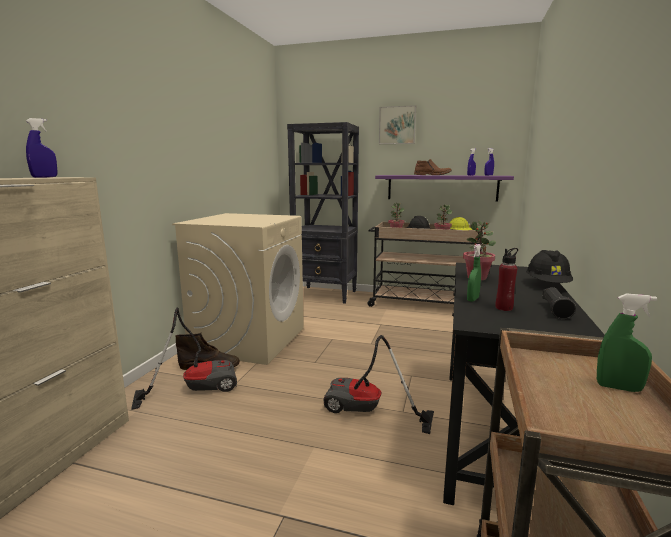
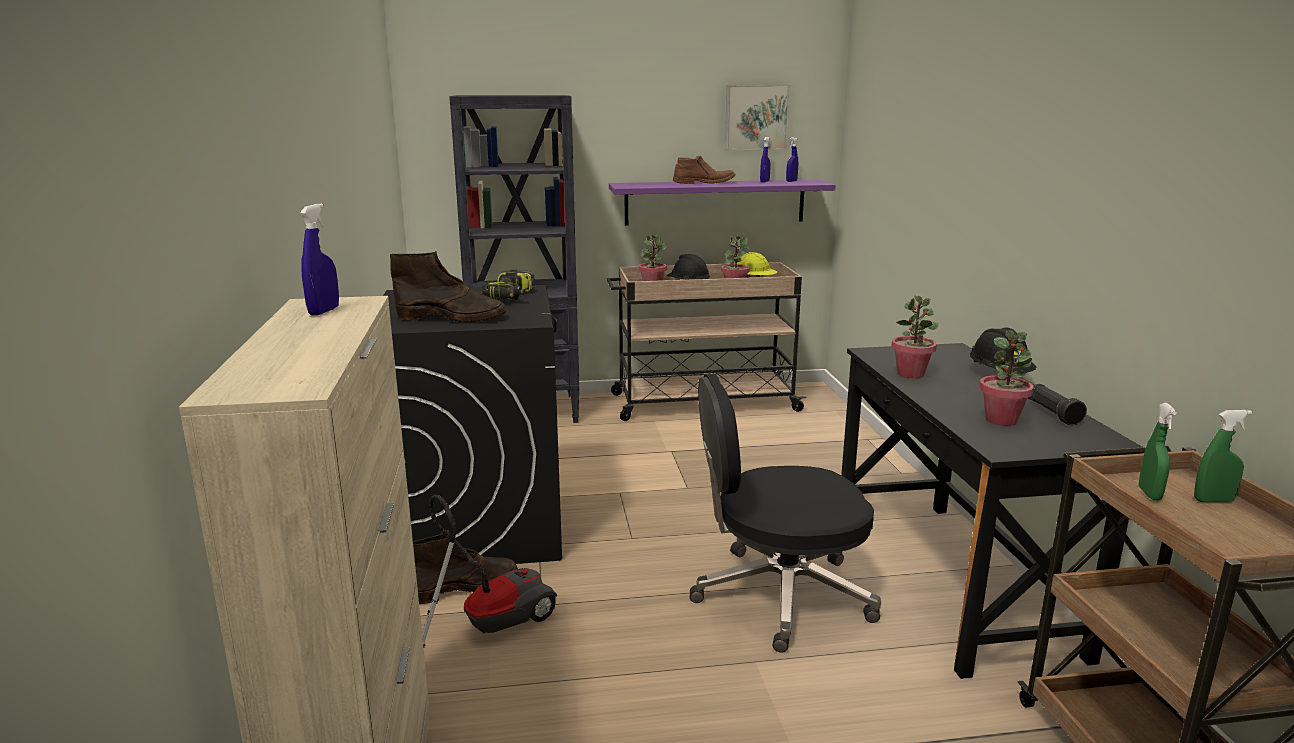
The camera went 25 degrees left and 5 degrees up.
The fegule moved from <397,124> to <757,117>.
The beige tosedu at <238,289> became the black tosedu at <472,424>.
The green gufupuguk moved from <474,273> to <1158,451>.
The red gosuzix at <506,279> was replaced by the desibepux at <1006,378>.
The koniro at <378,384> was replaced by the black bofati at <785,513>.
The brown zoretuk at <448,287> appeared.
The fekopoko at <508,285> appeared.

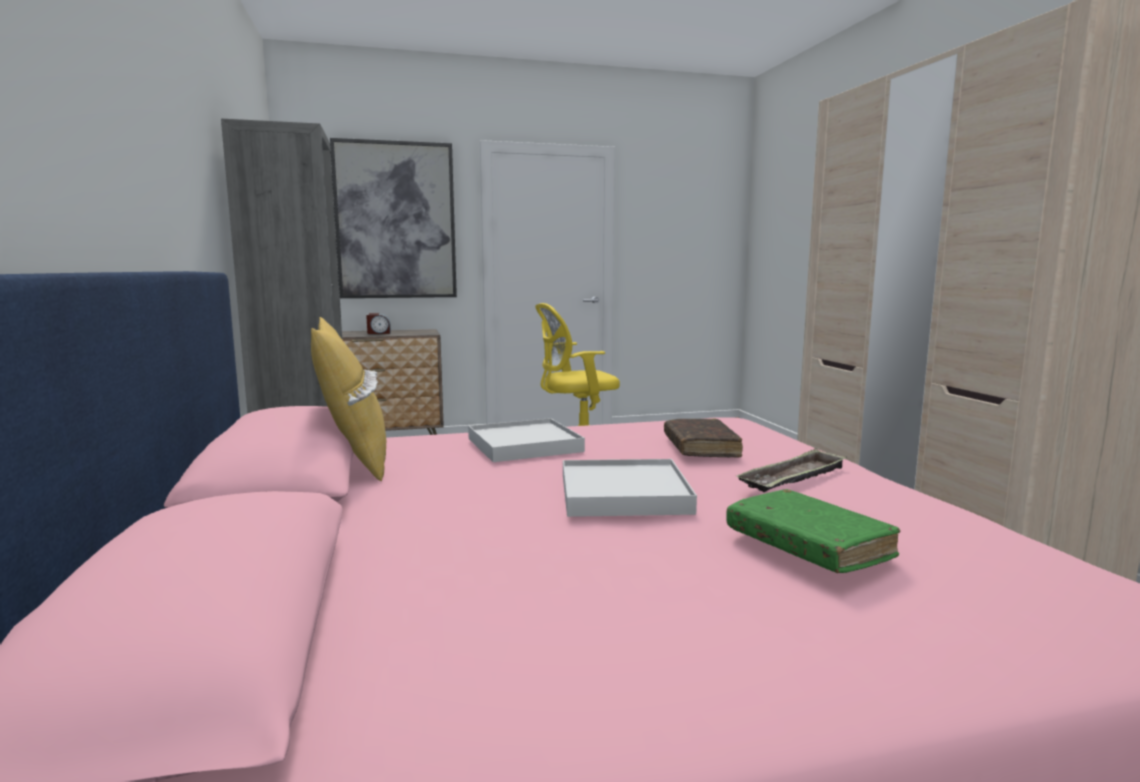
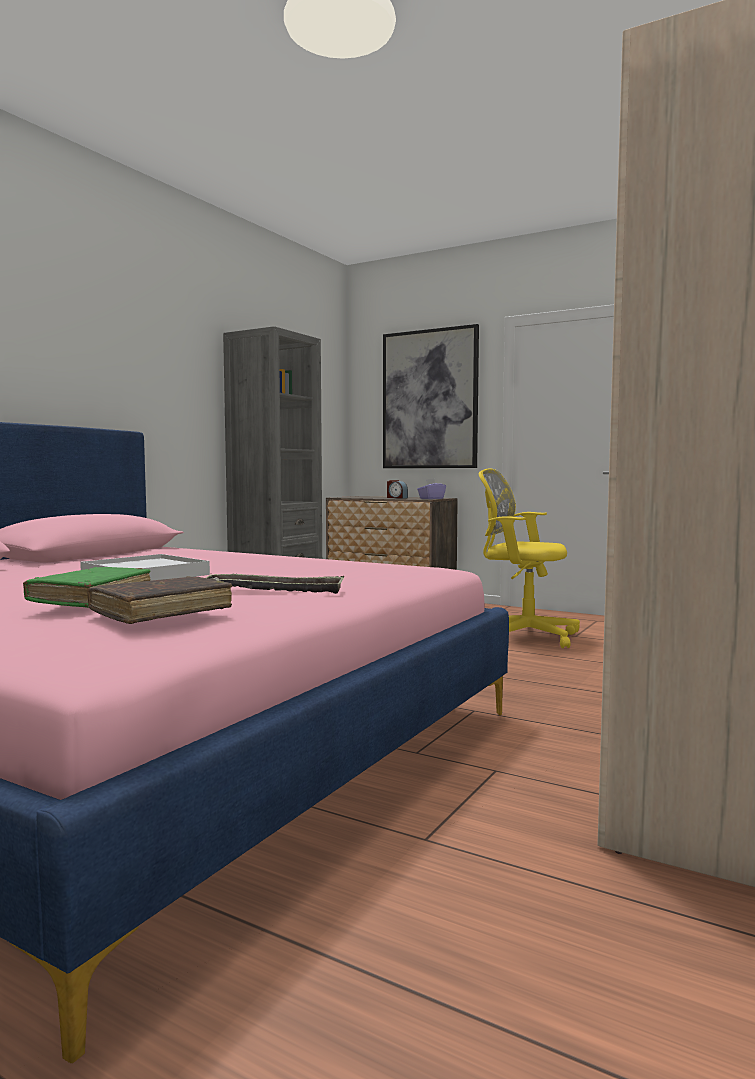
The camera went 45 degrees right and 5 degrees down.
The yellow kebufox at <348,399> disappeared.
The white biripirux at <526,440> disappeared.
The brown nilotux moved from <703,438> to <159,600>.
The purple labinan at <431,489> appeared.

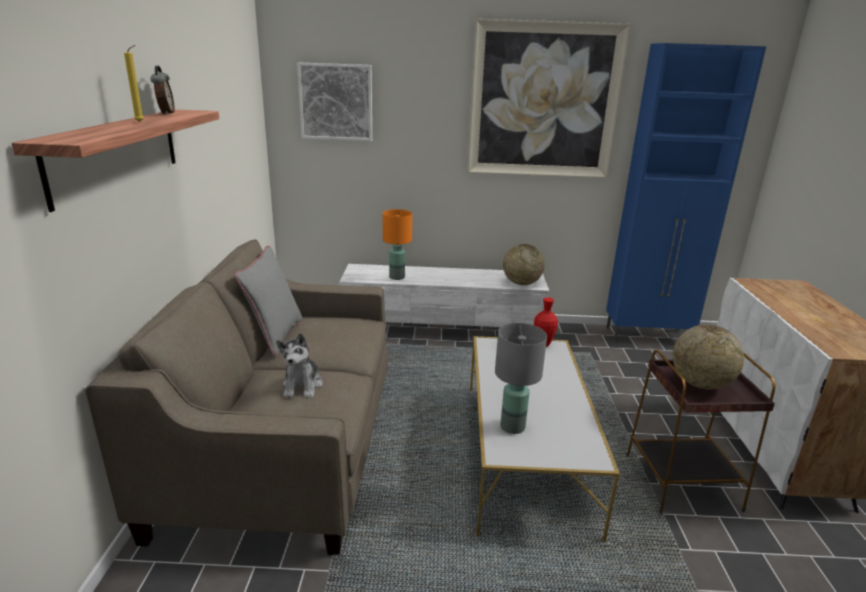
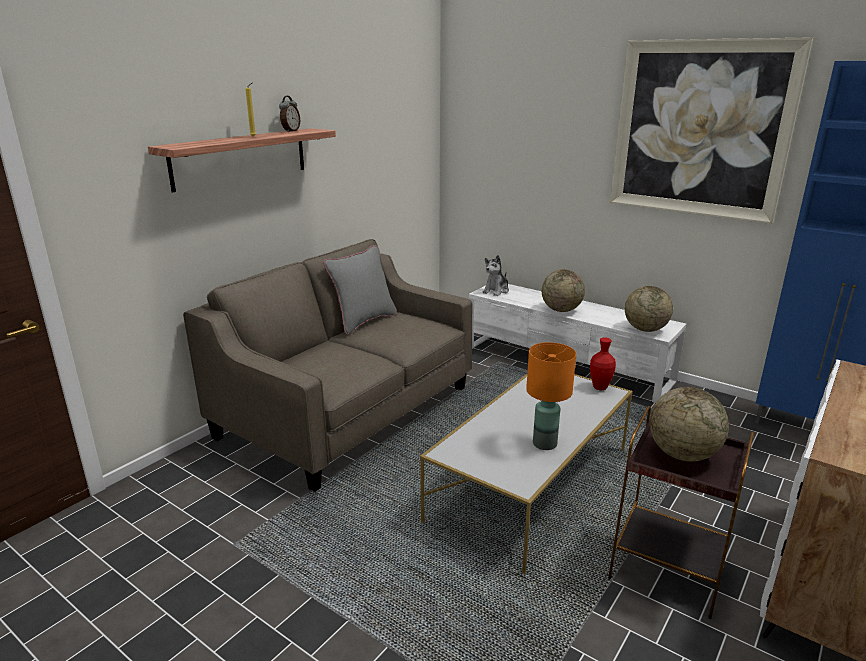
The camera went 35 degrees right and 0 degrees up.
The fegule at <334,102> disappeared.
The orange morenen moved from <397,244> to <551,396>.
The grey morenen at <521,378> disappeared.
The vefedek moved from <299,365> to <496,275>.
The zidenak at <563,290> appeared.

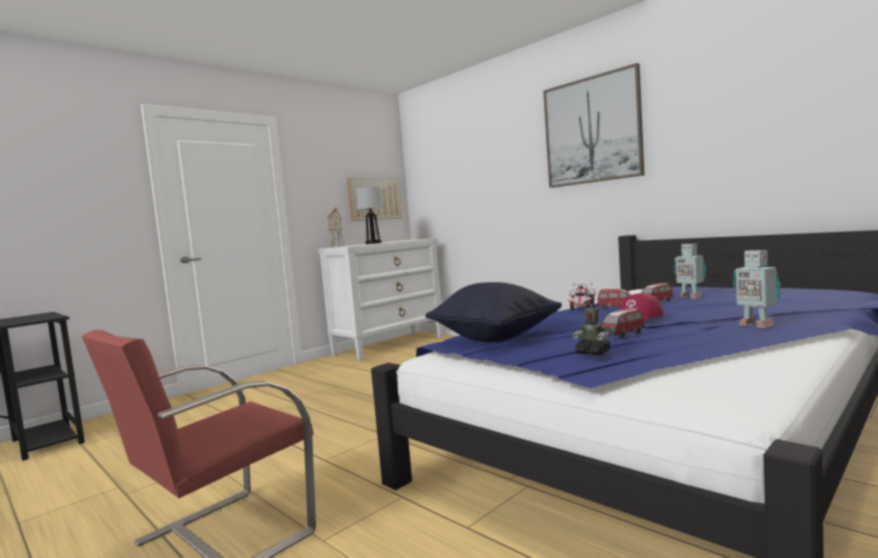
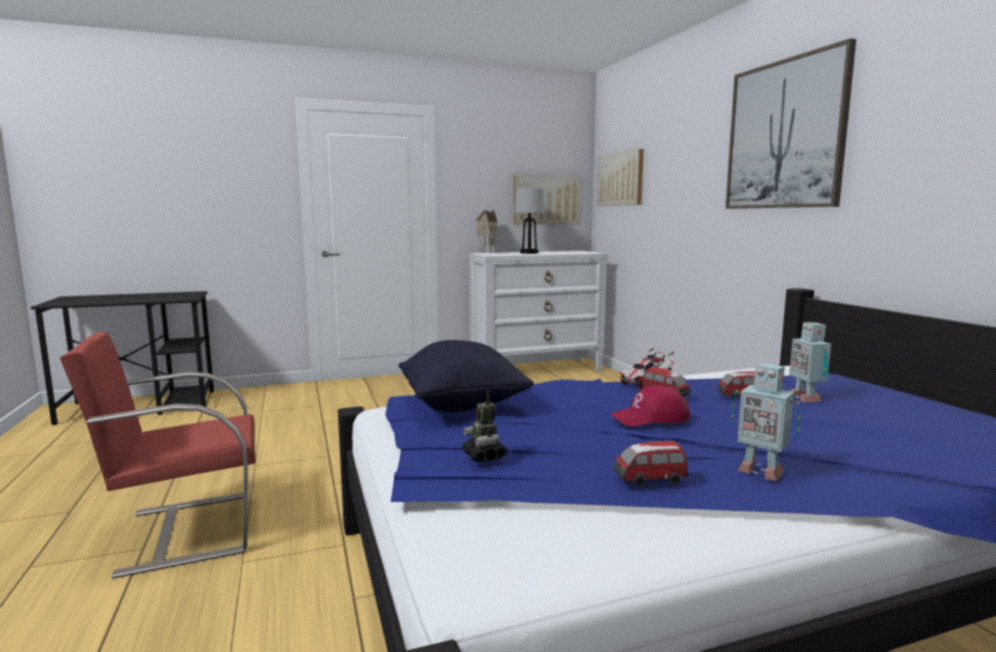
The camera went 25 degrees right and 5 degrees up.
The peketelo at <757,289> turned 45 degrees counterclockwise.
The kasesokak moved from <623,323> to <651,464>.
The fegule at <621,177> appeared.

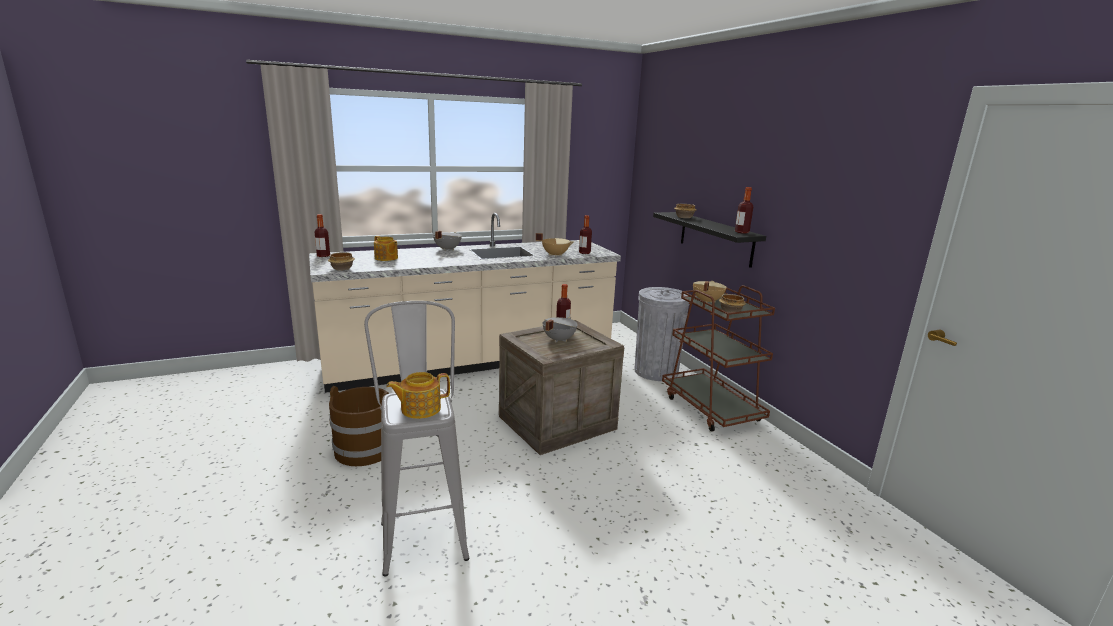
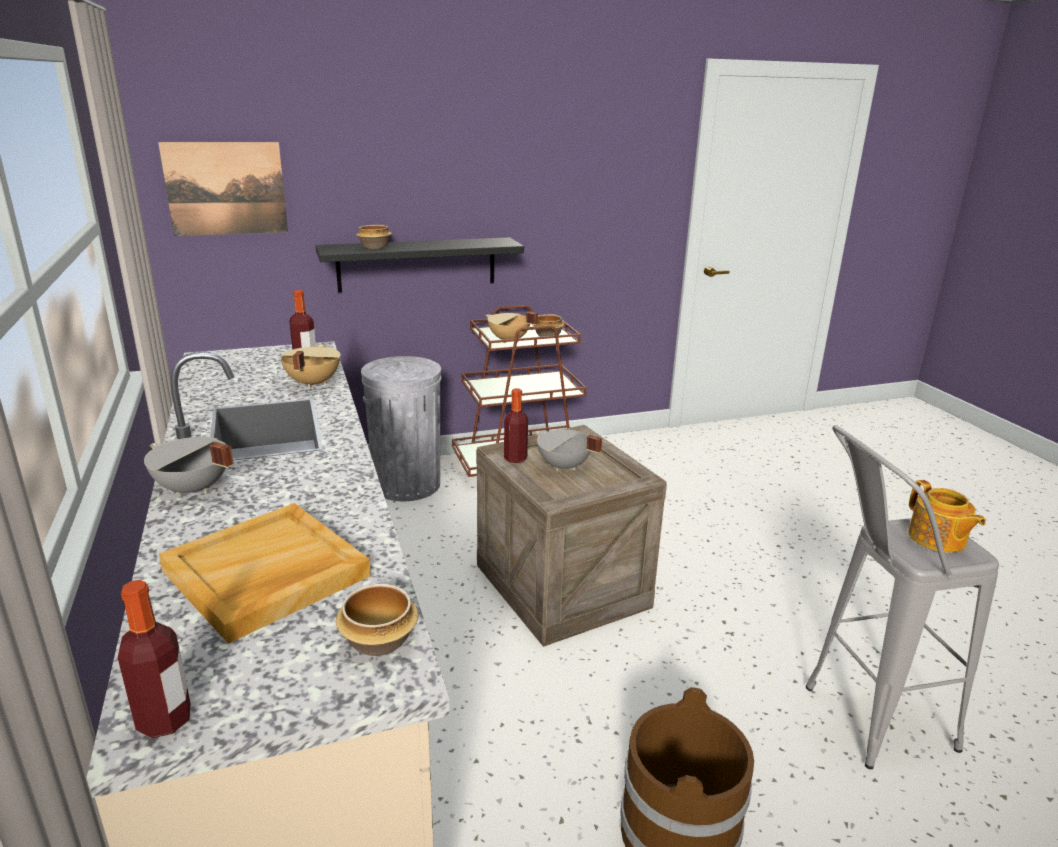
The camera went 85 degrees left and 5 degrees up.
The gosuzix at <744,210> disappeared.
The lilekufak at <386,248> was replaced by the beige biripirux at <265,573>.
The fegule at <223,189> appeared.

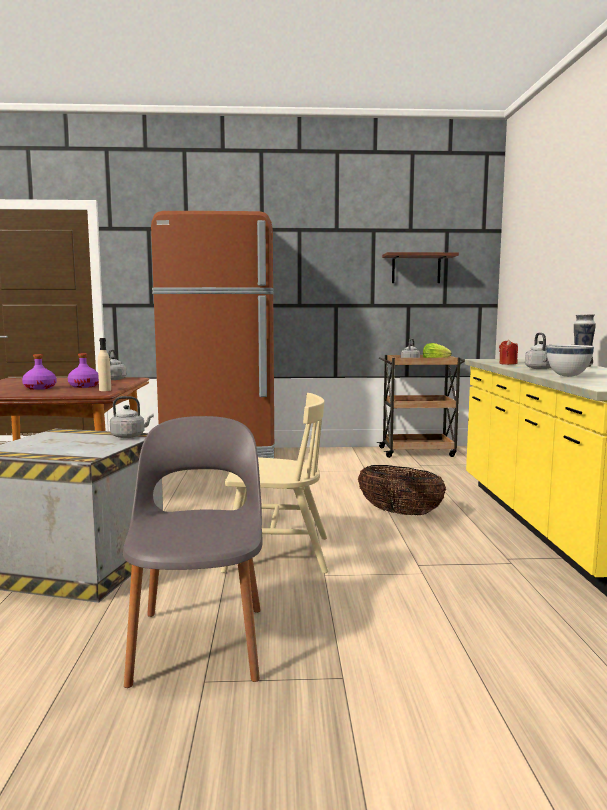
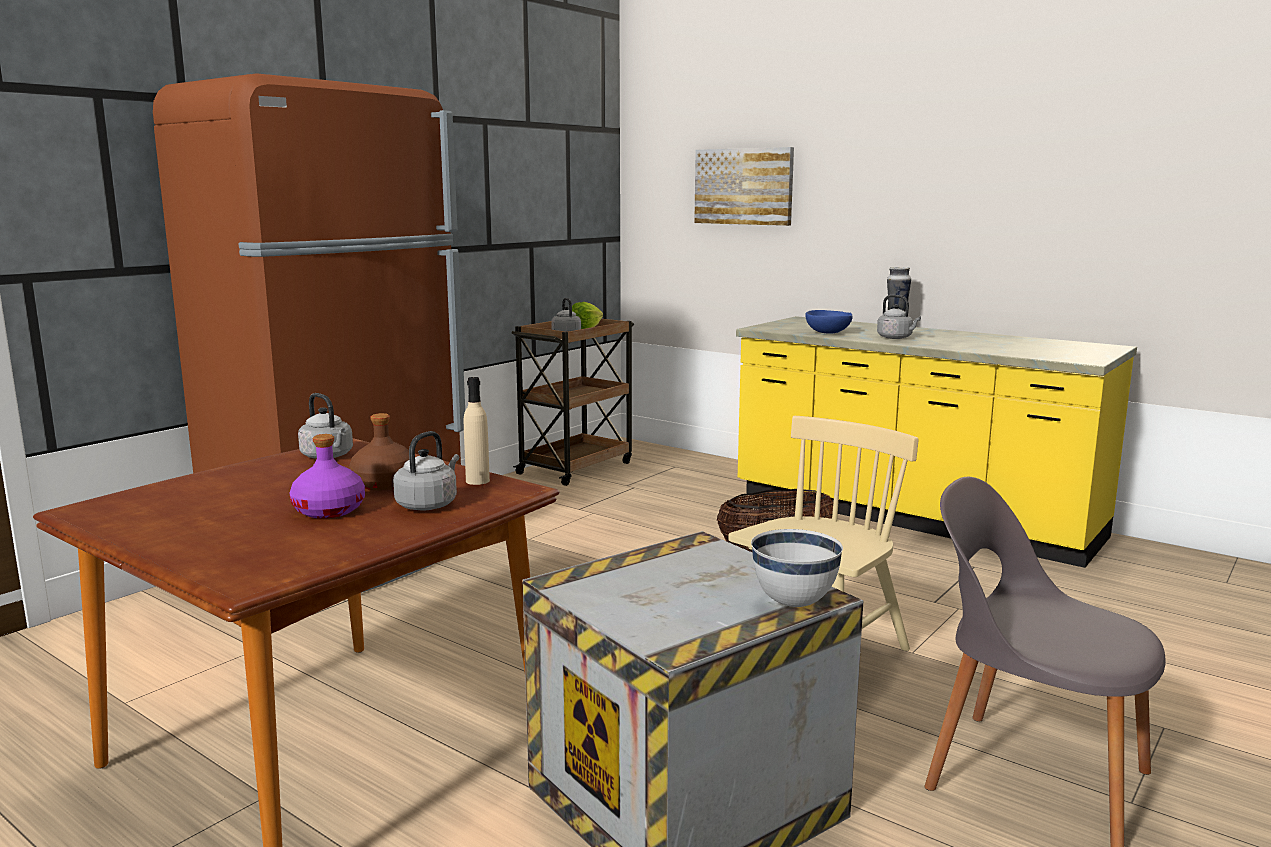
The camera went 50 degrees left and 5 degrees up.
The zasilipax at <420,267> disappeared.
The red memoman at <508,352> was replaced by the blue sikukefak at <829,322>.
The white sikukefak moved from <570,361> to <797,568>.
The purple gosuzix at <83,370> became the brown gosuzix at <379,451>.
The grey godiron moved from <132,417> to <426,470>.
The fegule at <744,186> appeared.

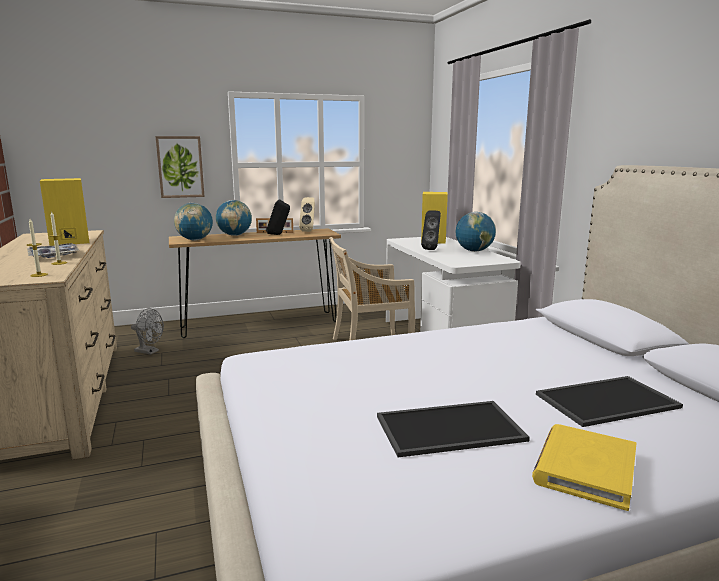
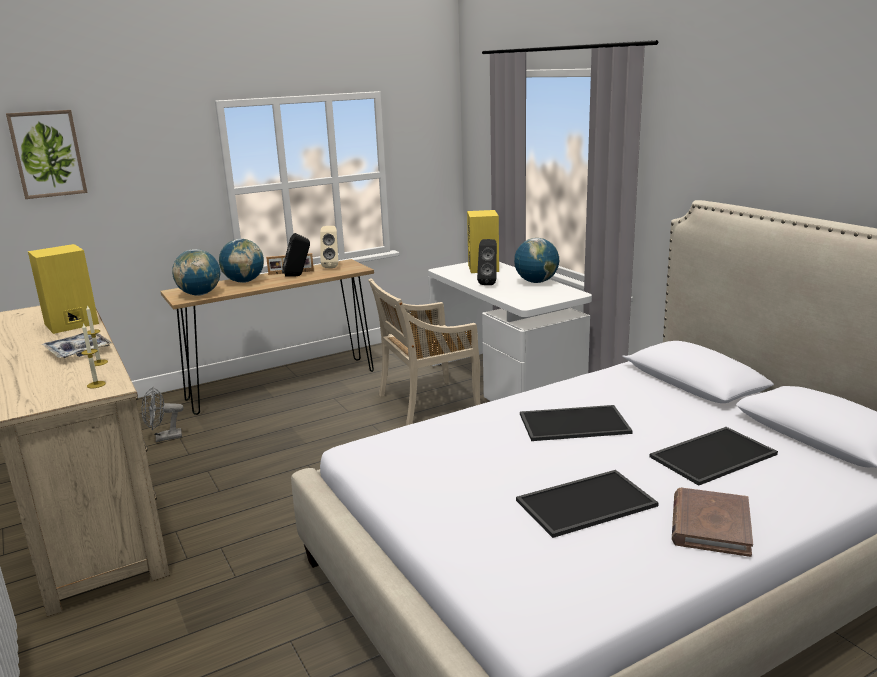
The camera went 10 degrees left and 5 degrees up.
The fegule moved from <180,167> to <47,154>.
The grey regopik at <147,331> turned 150 degrees clockwise.
The yellow nilotux at <584,467> became the brown nilotux at <712,522>.
The biripirux at <576,423> appeared.

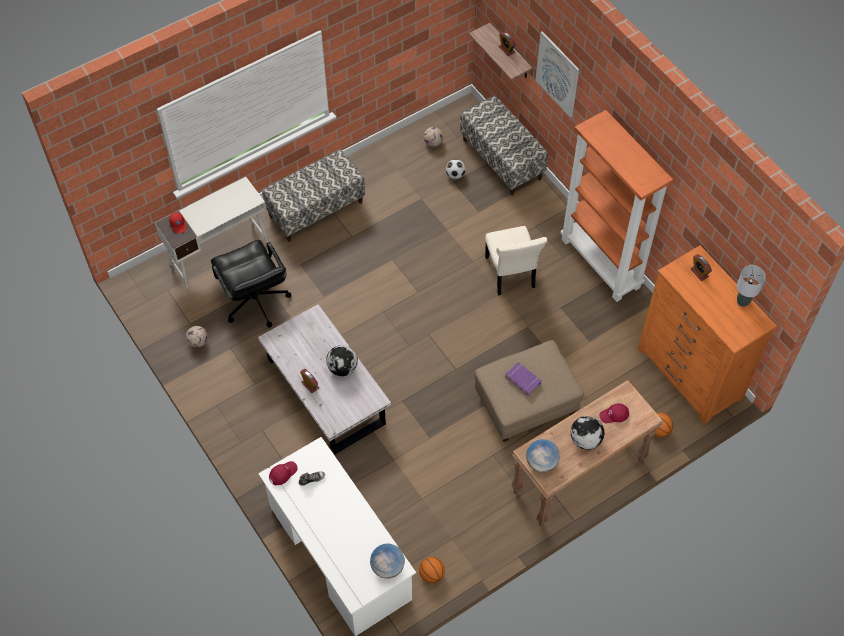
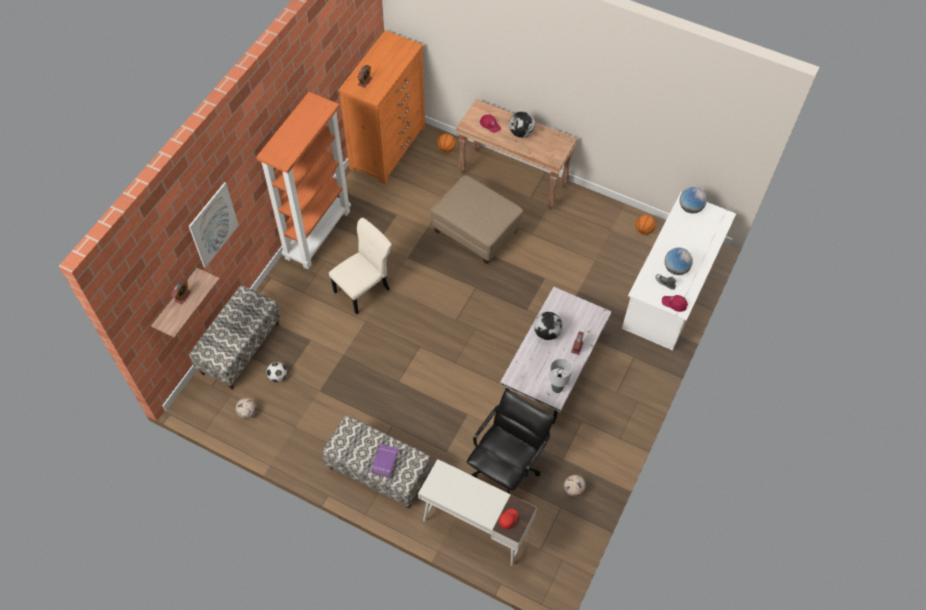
The camera went 120 degrees left and 0 degrees up.
The grey morenen moved from <751,286> to <560,376>.
The purple nilotux moved from <523,379> to <385,461>.
The zidenak moved from <543,456> to <679,261>.

